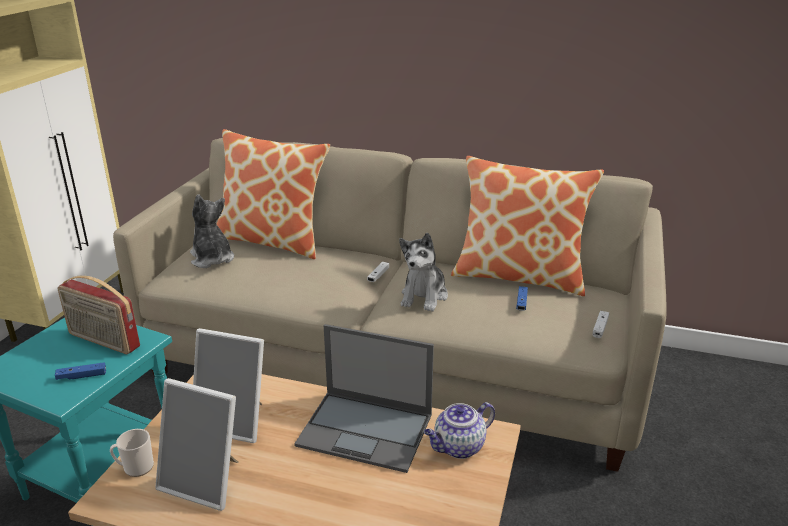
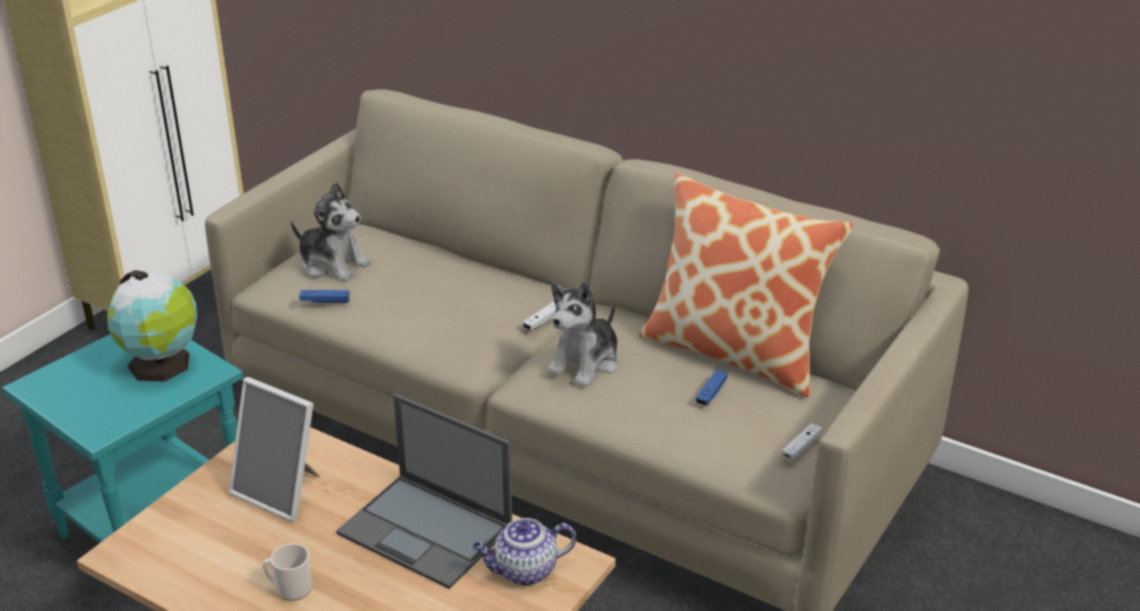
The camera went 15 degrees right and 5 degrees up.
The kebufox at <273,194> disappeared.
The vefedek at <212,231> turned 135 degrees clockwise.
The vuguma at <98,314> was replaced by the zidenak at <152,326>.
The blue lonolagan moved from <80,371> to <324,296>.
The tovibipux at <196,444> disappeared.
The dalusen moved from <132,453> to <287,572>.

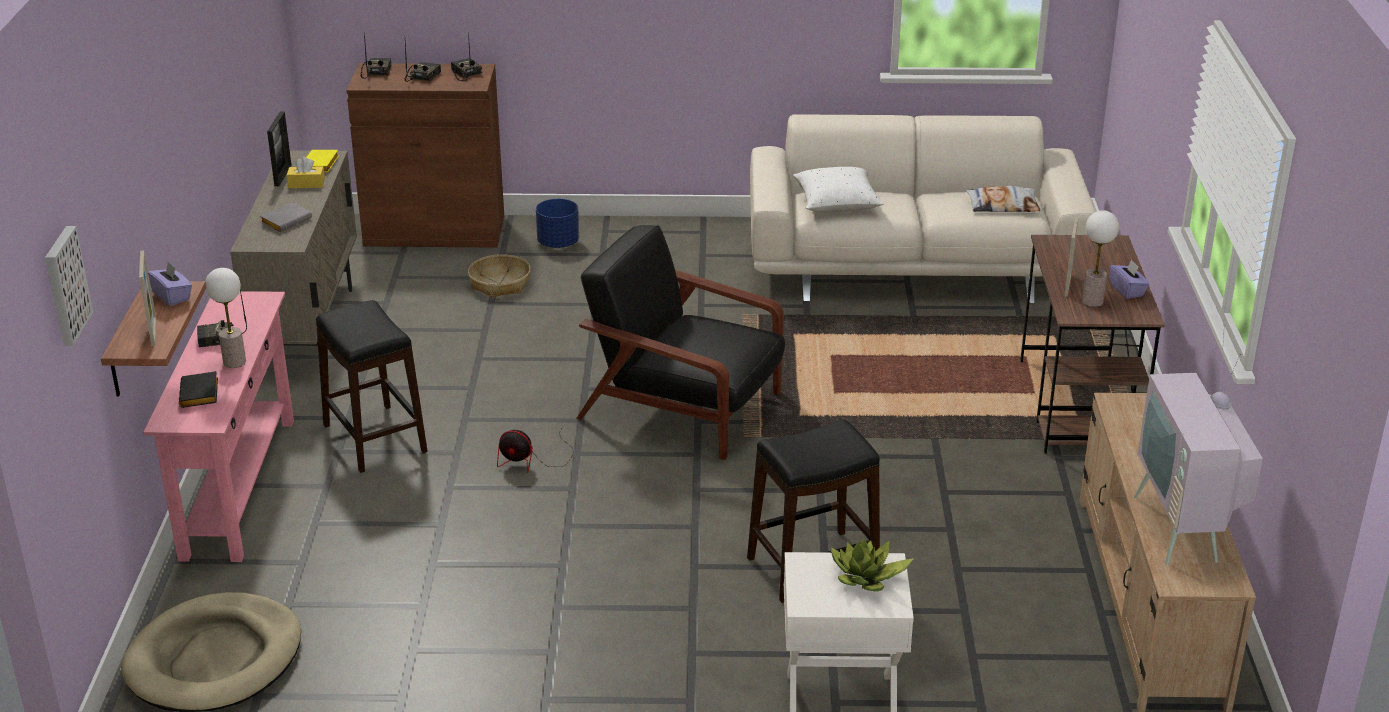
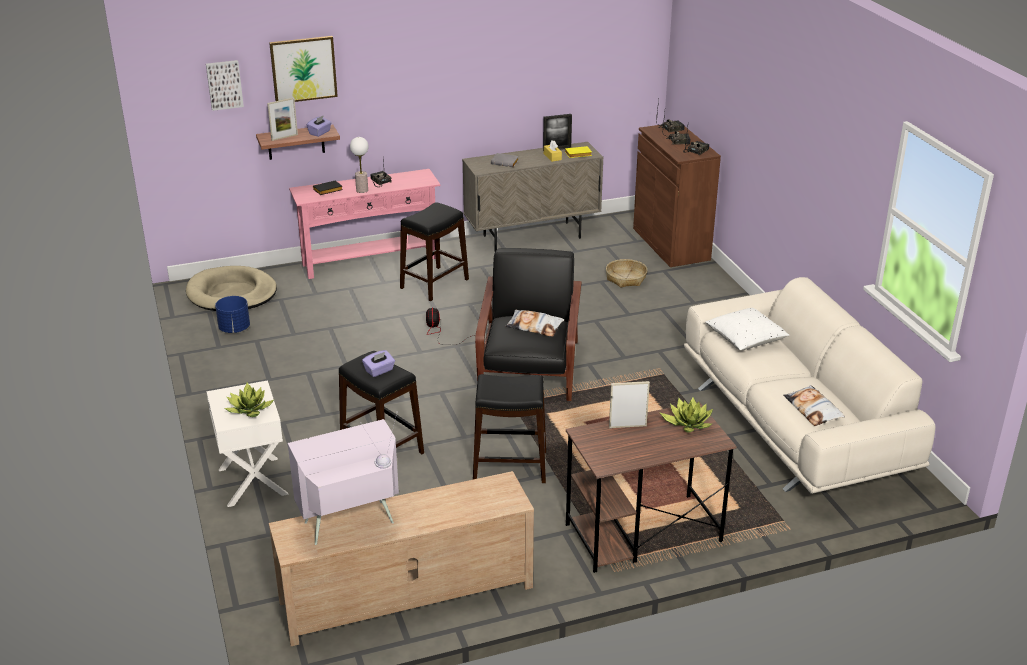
The camera went 70 degrees right and 0 degrees up.
The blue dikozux moved from <557,223> to <232,314>.
The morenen at <1100,258> disappeared.
The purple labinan moved from <1130,279> to <378,363>.
The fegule at <303,69> appeared.
The kebufox at <534,323> appeared.
The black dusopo at <509,428> appeared.
The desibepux at <686,415> appeared.

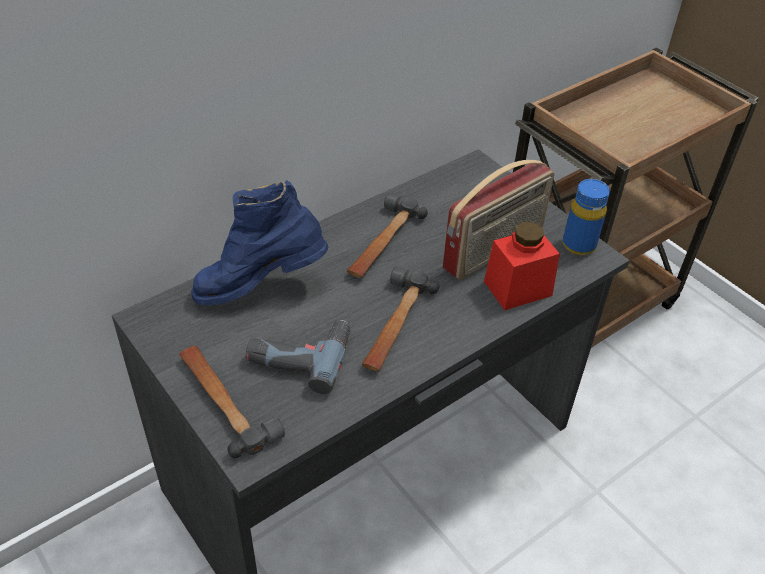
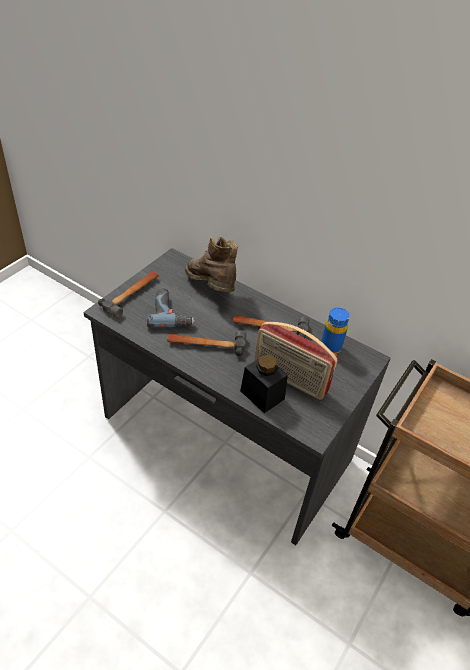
The camera went 70 degrees right and 0 degrees up.
The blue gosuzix moved from <586,217> to <335,330>.
The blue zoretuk at <259,242> became the brown zoretuk at <211,264>.
The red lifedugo at <522,266> became the black lifedugo at <264,384>.

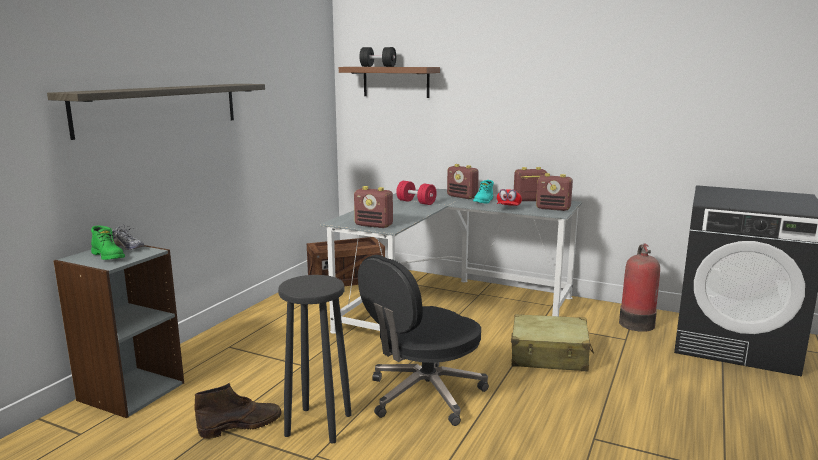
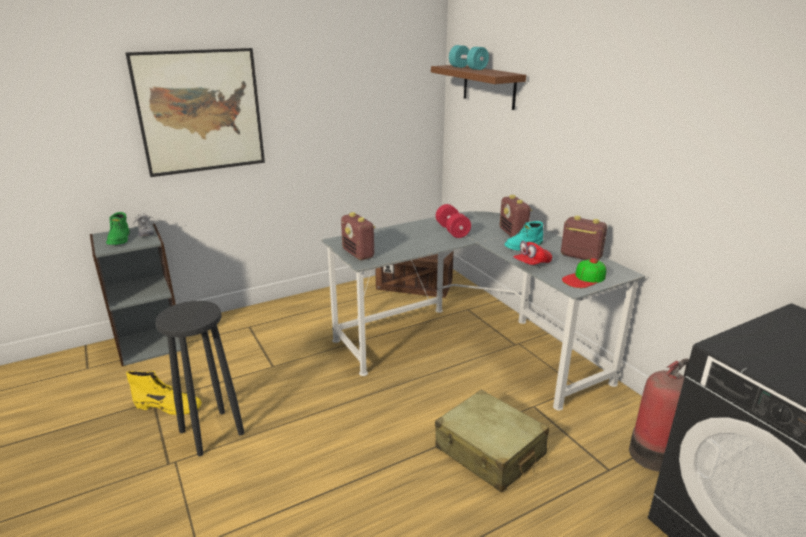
The camera went 35 degrees right and 10 degrees up.
The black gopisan at <377,57> became the turquoise gopisan at <469,57>.
The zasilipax at <156,112> was replaced by the fegule at <195,112>.
The vuguma at <554,192> was replaced by the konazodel at <584,273>.
The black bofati at <423,340> disappeared.
The brown zoretuk at <238,411> became the yellow zoretuk at <164,393>.

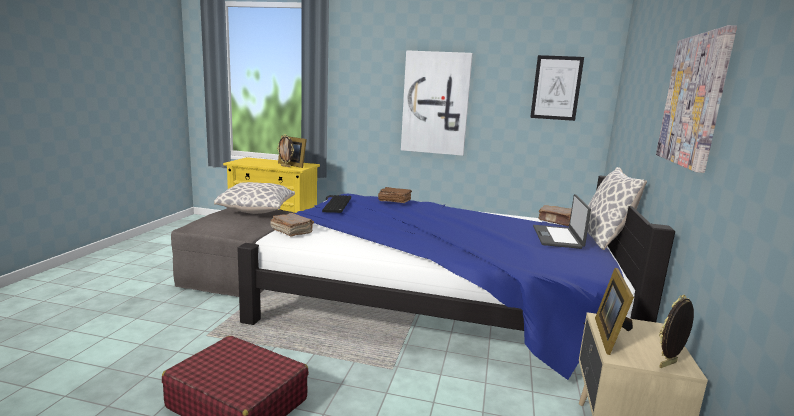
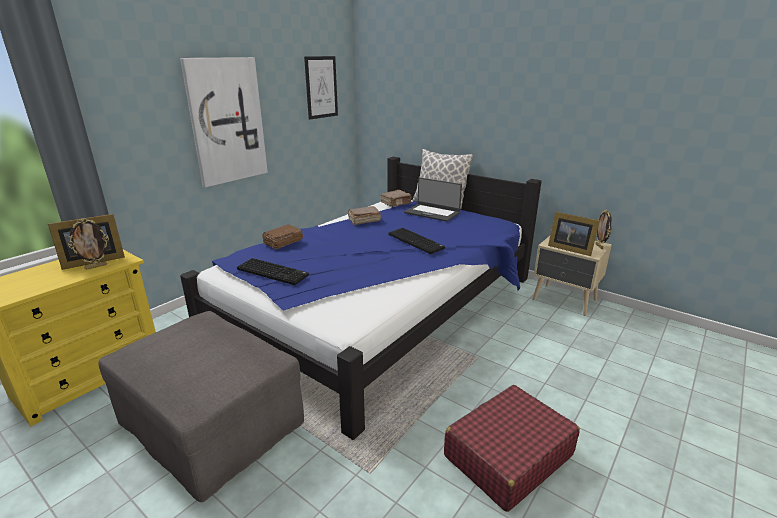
The camera went 65 degrees left and 10 degrees up.
The fegule at <696,99> disappeared.
The kebufox at <254,198> disappeared.
The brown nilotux moved from <292,224> to <364,215>.
The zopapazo at <417,241> appeared.

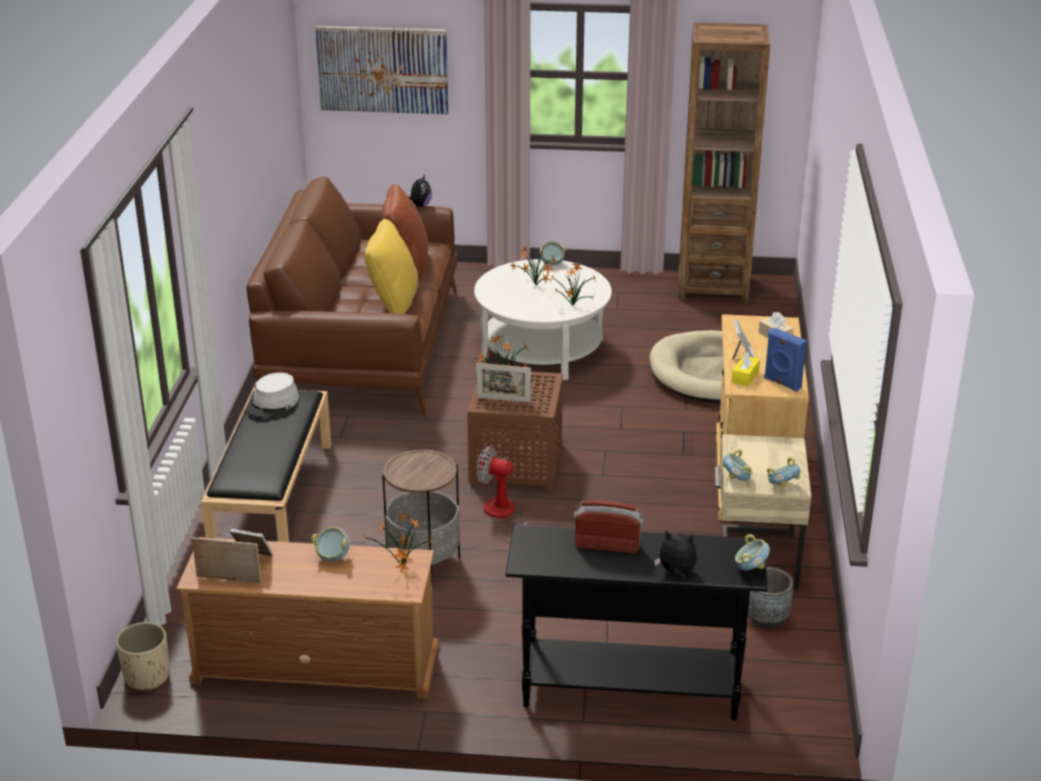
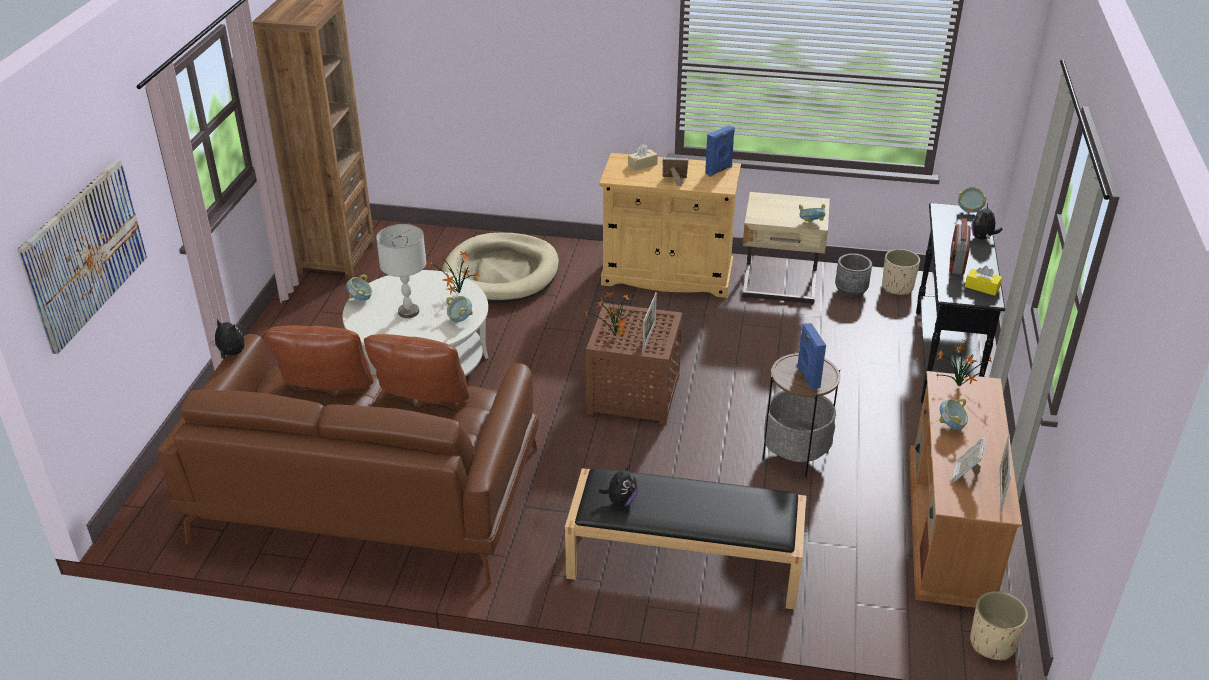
The camera went 85 degrees left and 5 degrees up.
The yellow kebufox at <391,266> became the brown kebufox at <416,368>.
The desibepux at <533,265> was replaced by the grey morenen at <401,271>.
The yellow labinan moved from <746,369> to <983,281>.
The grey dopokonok at <272,395> was replaced by the vefedek at <618,485>.
The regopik at <502,495> disappeared.
The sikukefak moved from <783,471> to <459,309>.
The beige dikozux at <901,272> appeared.
The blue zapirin at <811,356> appeared.

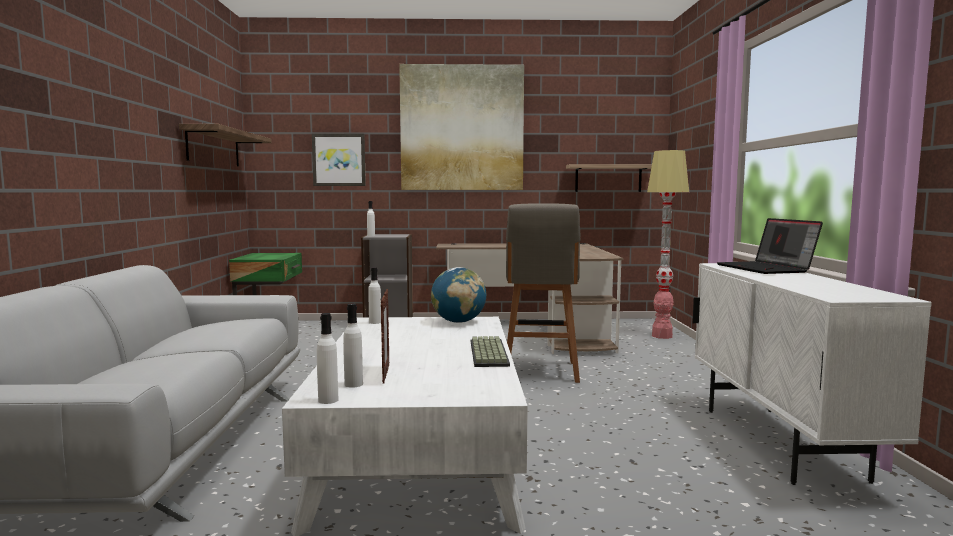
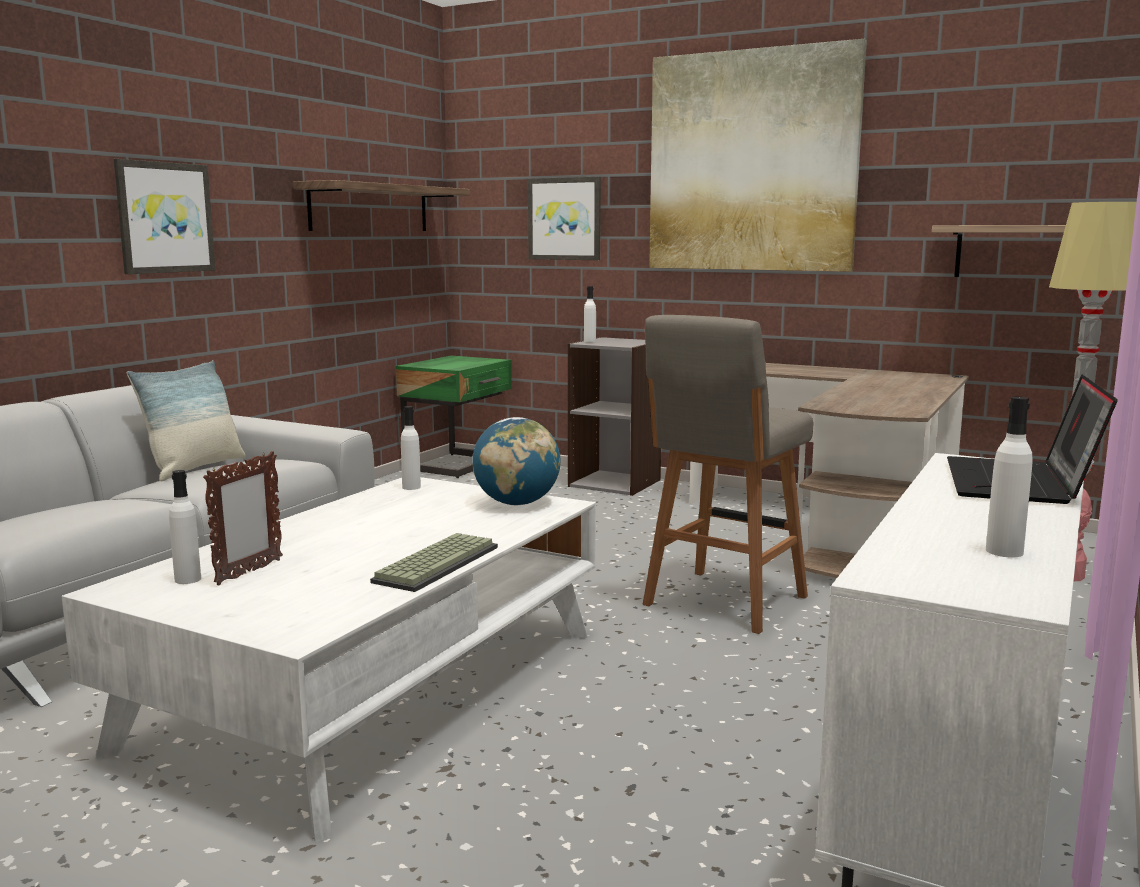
The camera went 30 degrees right and 5 degrees up.
The white gosuzix moved from <328,358> to <1009,477>.
The fegule at <165,216> appeared.
The kebufox at <186,420> appeared.

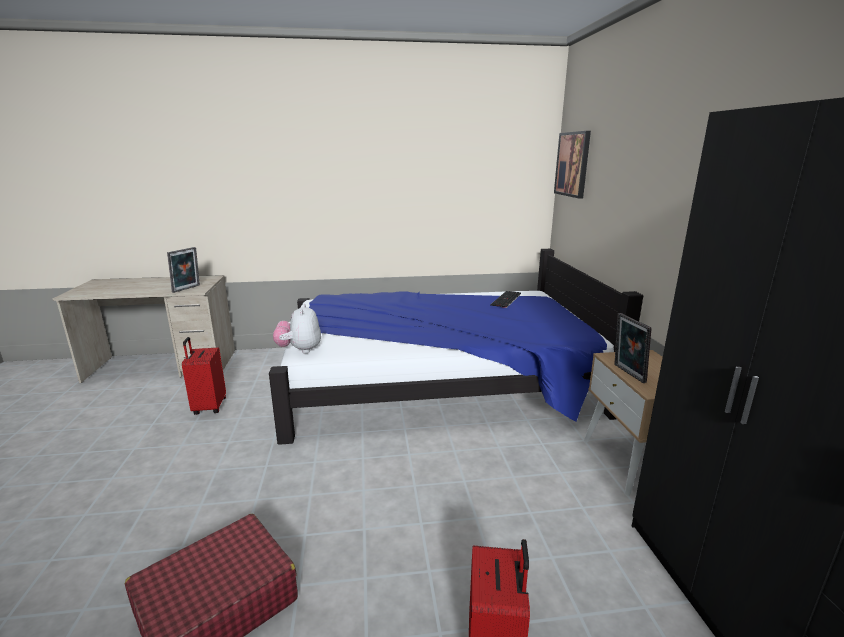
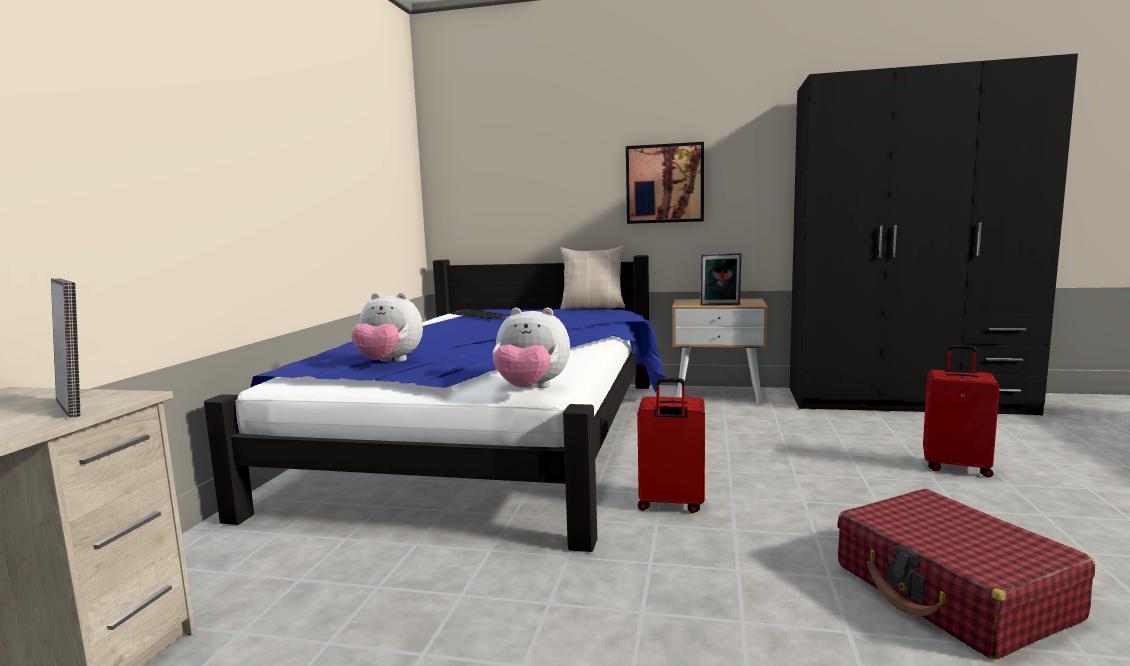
The camera went 70 degrees left and 10 degrees down.
The fegule moved from <572,164> to <665,183>.
The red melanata moved from <204,376> to <671,445>.
The beige kebufox at <592,278> appeared.
The vefedek at <387,327> appeared.

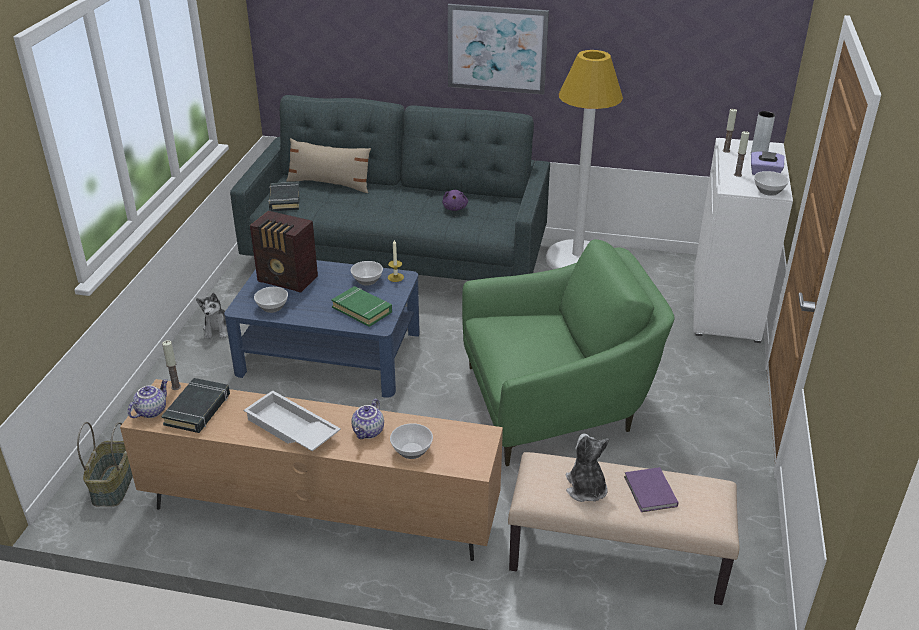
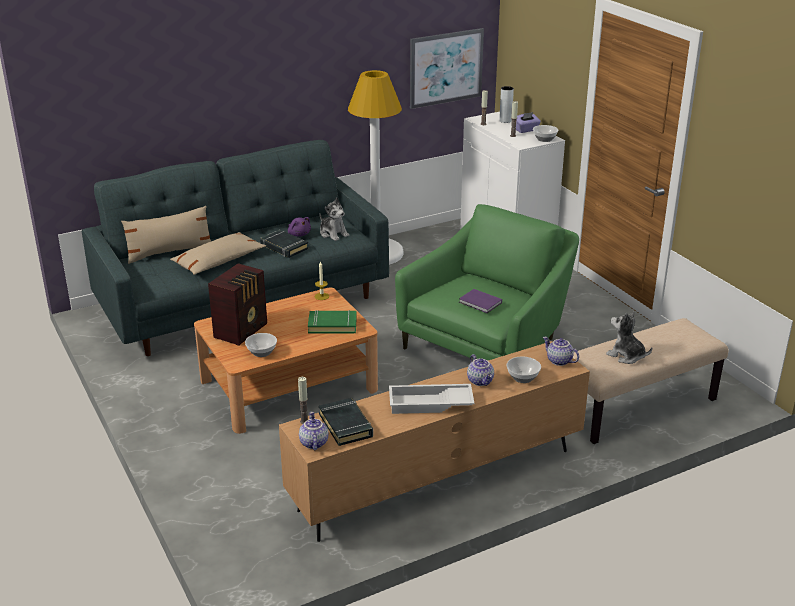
The camera went 40 degrees left and 5 degrees down.
The fegule moved from <498,49> to <447,68>.
The black nilotux moved from <283,196> to <284,244>.
The vuguma at <284,252> turned 45 degrees counterclockwise.
The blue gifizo at <322,329> became the brown gifizo at <286,361>.
The sikukefak at <367,273> disappeared.
The vefedek moved from <211,316> to <334,219>.
The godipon at <105,464> disappeared.
The purple nilotux moved from <651,489> to <480,301>.
The beige kebufox at <218,253> appeared.
The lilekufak at <561,351> appeared.

